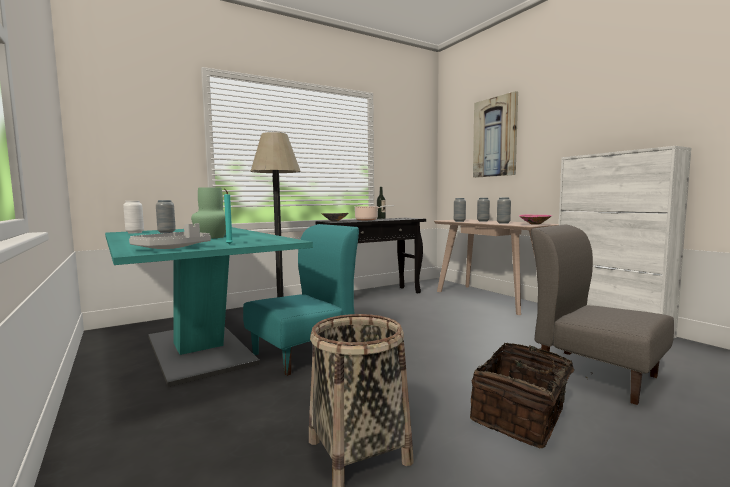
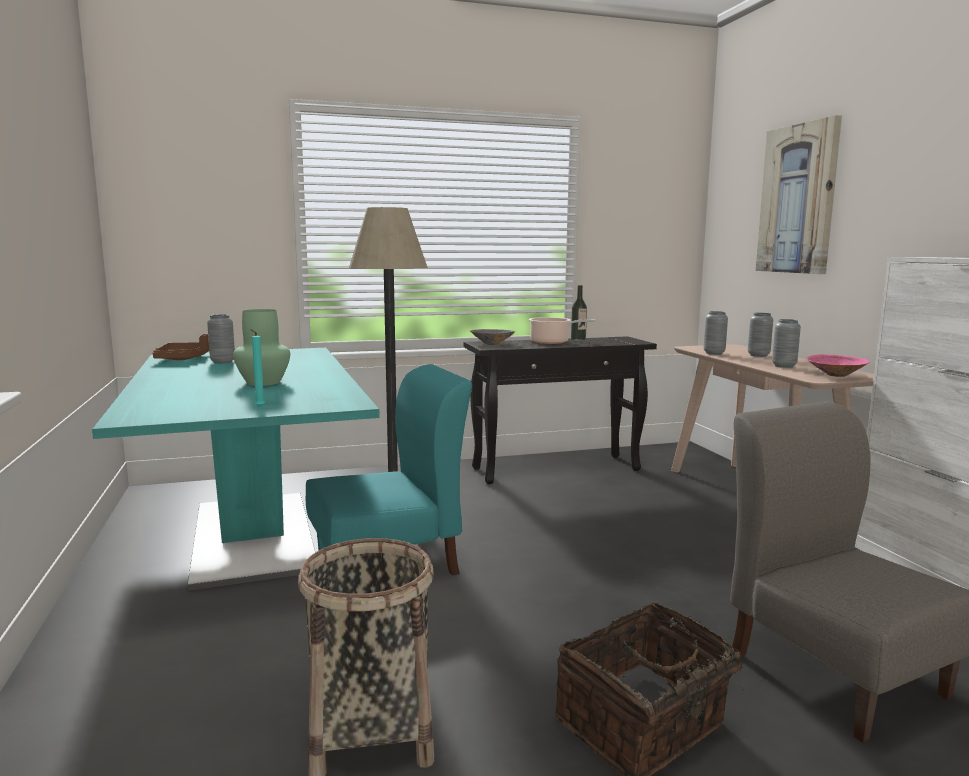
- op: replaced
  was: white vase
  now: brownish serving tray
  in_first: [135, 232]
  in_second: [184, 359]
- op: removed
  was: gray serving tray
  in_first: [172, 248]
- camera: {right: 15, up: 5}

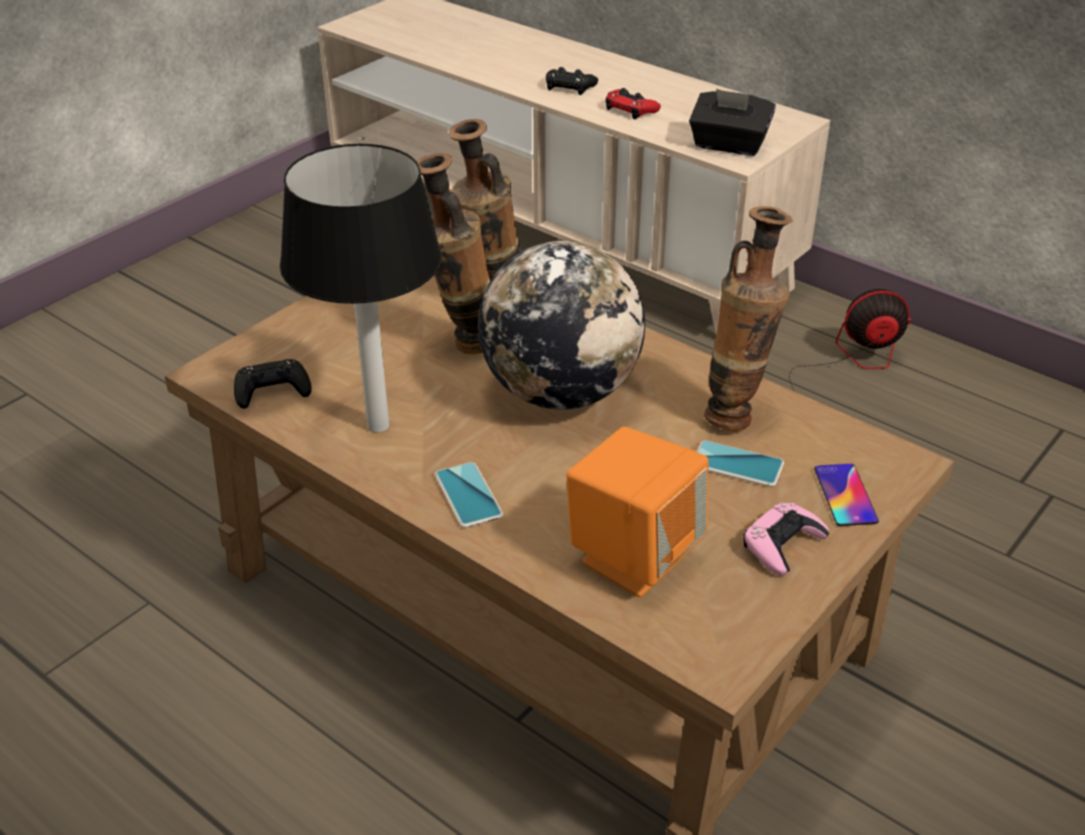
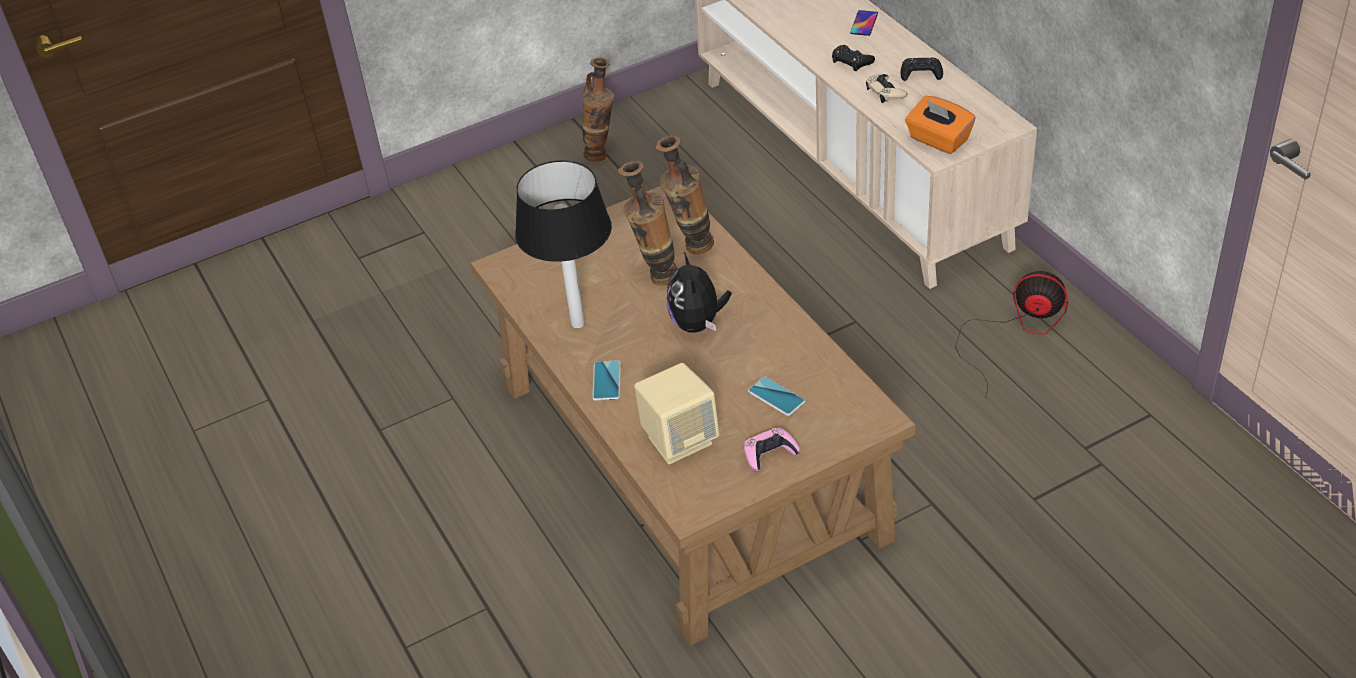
- op: recoloured
  was: red game controller
  now: sand-coloured game controller
  in_first: [631, 109]
  in_second: [885, 92]
- op: recoloured
  was: black tissue box
  now: orange tissue box
  in_first: [728, 145]
  in_second: [938, 140]
- op: moved
  was: vase
  in_first: [736, 413]
  in_second: [602, 154]
- op: replaced
  was: world globe
  now: plush toy
  in_first: [560, 392]
  in_second: [698, 324]
- op: moved
  was: black game controller
  in_first: [272, 391]
  in_second: [921, 73]
- op: recoloured
  was: orange audio speaker
  now: sand-coloured audio speaker
  in_first: [634, 556]
  in_second: [679, 440]
- op: moved
  was: telephone
  in_first: [845, 495]
  in_second: [864, 23]
- camera: {right: 25, up: 5}

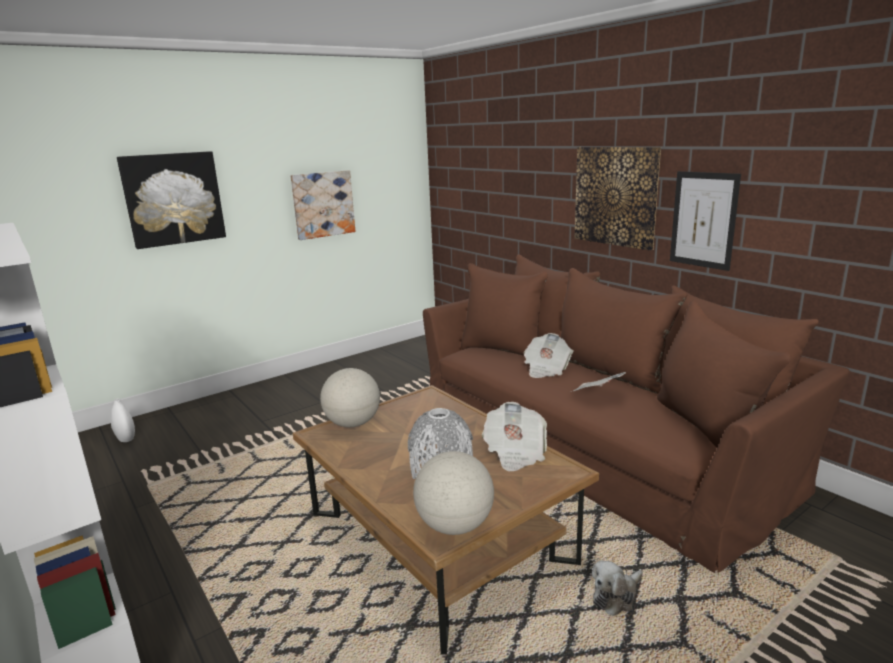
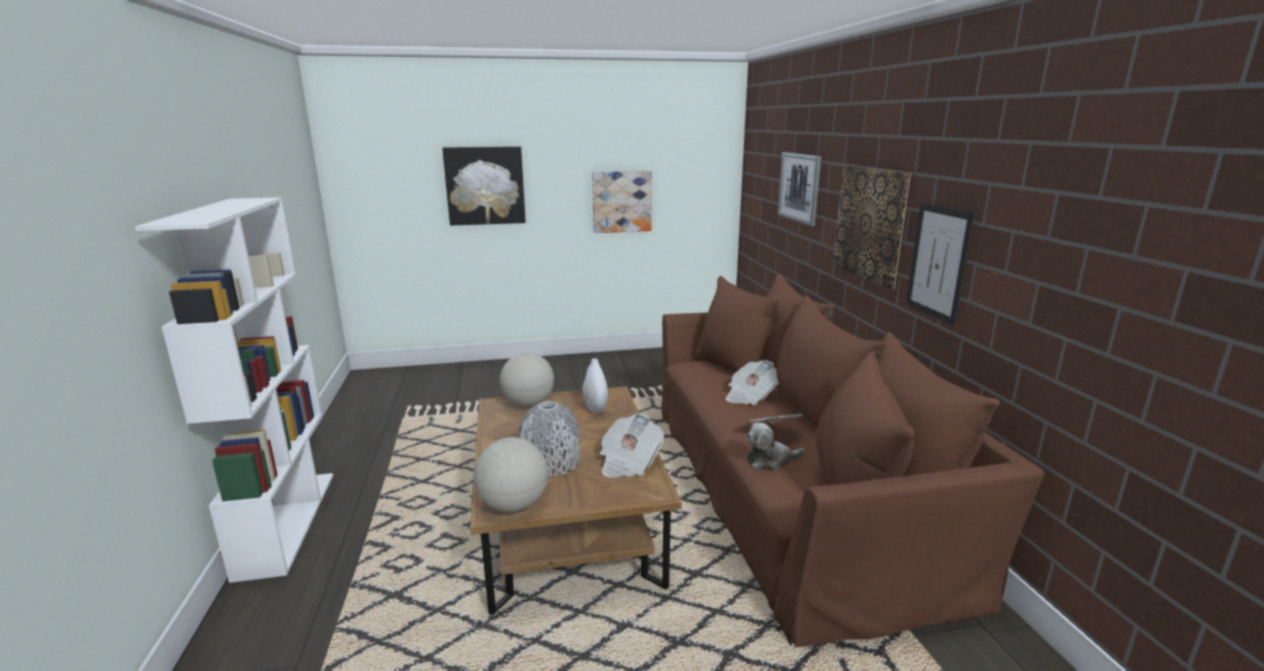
- op: moved
  was: white vase
  in_first: [125, 438]
  in_second: [595, 408]
- op: moved
  was: plush toy
  in_first: [616, 597]
  in_second: [770, 460]
- op: added
  now: wall picture
  in_second: [799, 187]
- camera: {right: 25, up: 0}

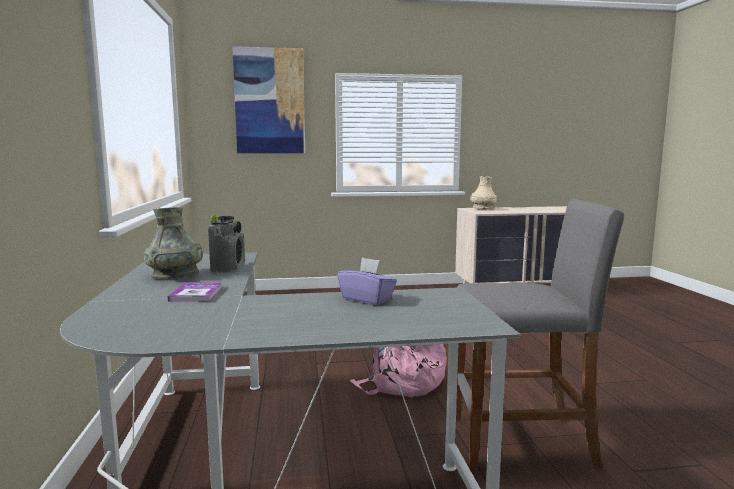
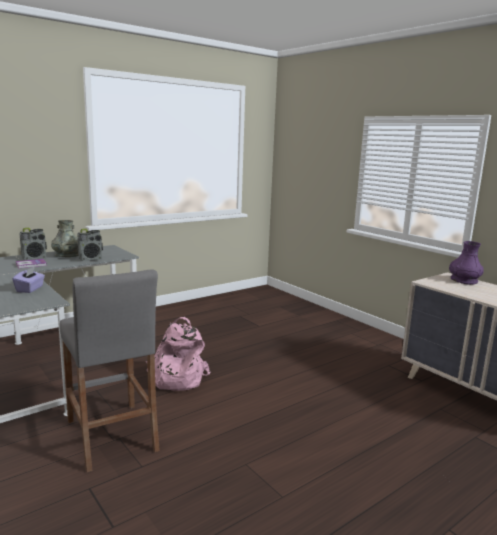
- op: removed
  was: wall picture
  in_first: [270, 101]
- op: recoloured
  was: sand-coloured vase
  now: purplish vase
  in_first: [483, 208]
  in_second: [464, 280]
- op: added
  now: radio set
  in_second: [34, 258]
- camera: {right: 60, up: 5}

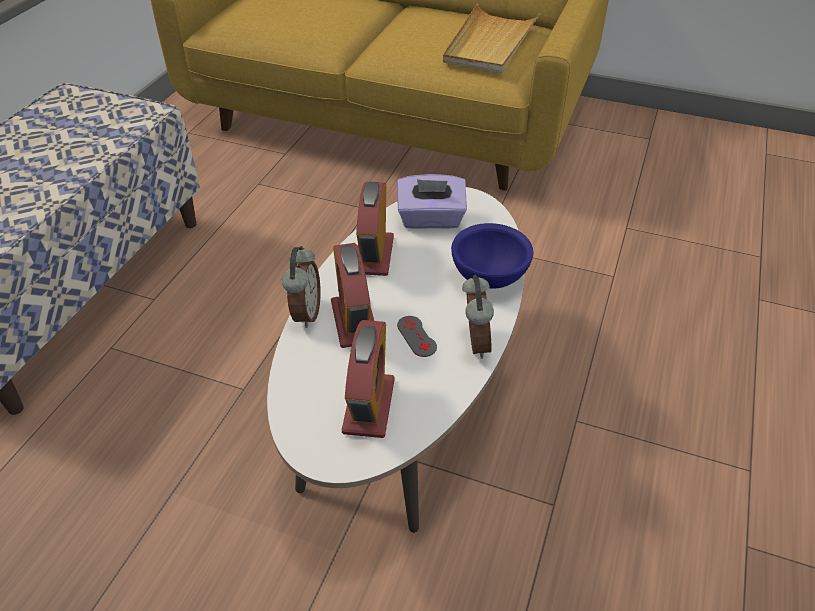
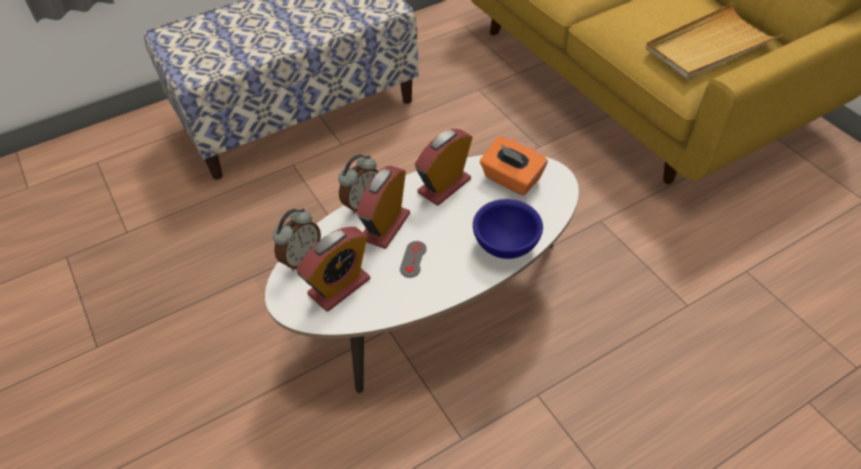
- op: recoloured
  was: purplish tissue box
  now: orange tissue box
  in_first: [431, 219]
  in_second: [511, 179]
- op: moved
  was: bedside clock
  in_first: [474, 343]
  in_second: [301, 258]
- camera: {right: 40, up: 5}

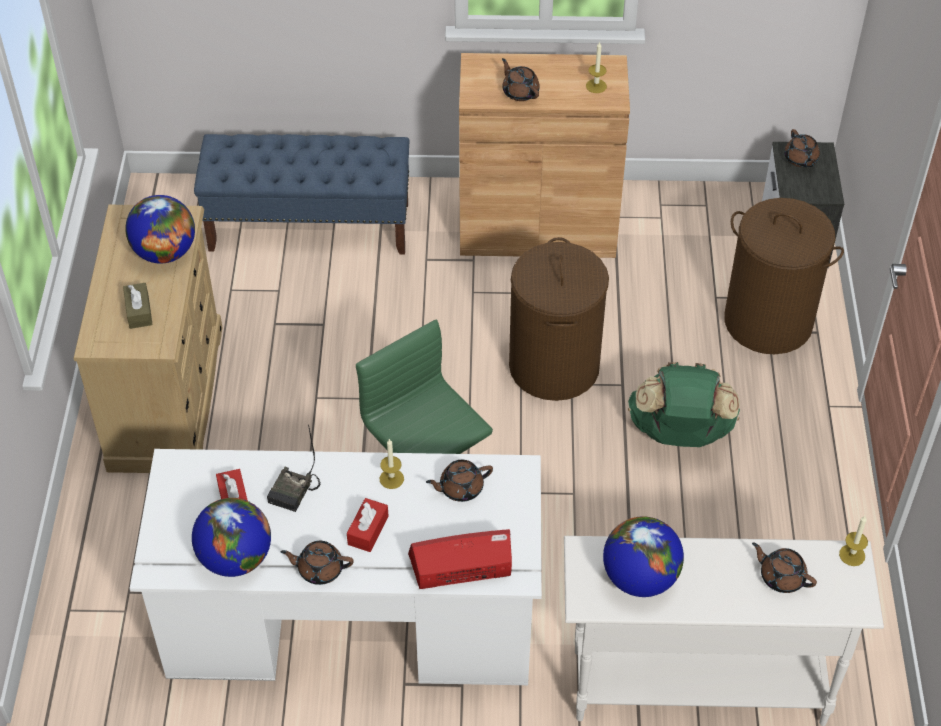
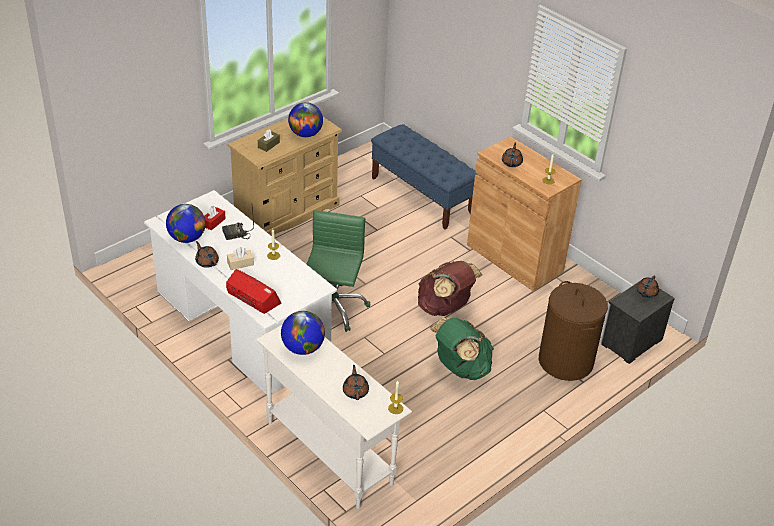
- op: replaced
  was: brownish laundry basket
  now: brownish knapsack
  in_first: [554, 367]
  in_second: [445, 308]
- op: removed
  was: brownish pot for tea
  in_first: [460, 488]
- op: recoloured
  was: red tissue box
  now: sand-coloured tissue box
  in_first: [368, 530]
  in_second: [240, 263]
- camera: {right: 45, up: -10}

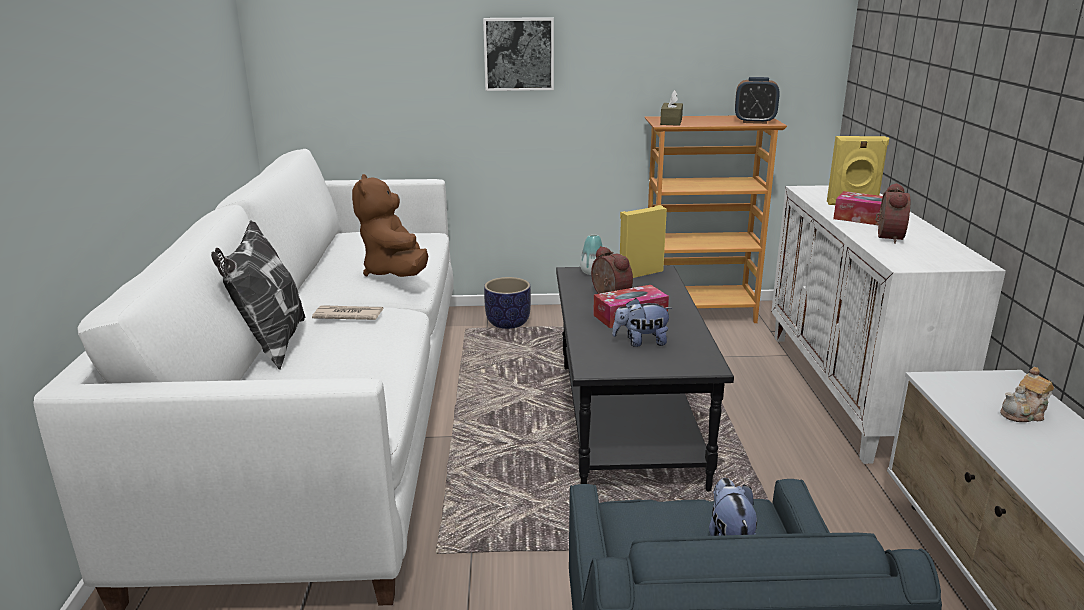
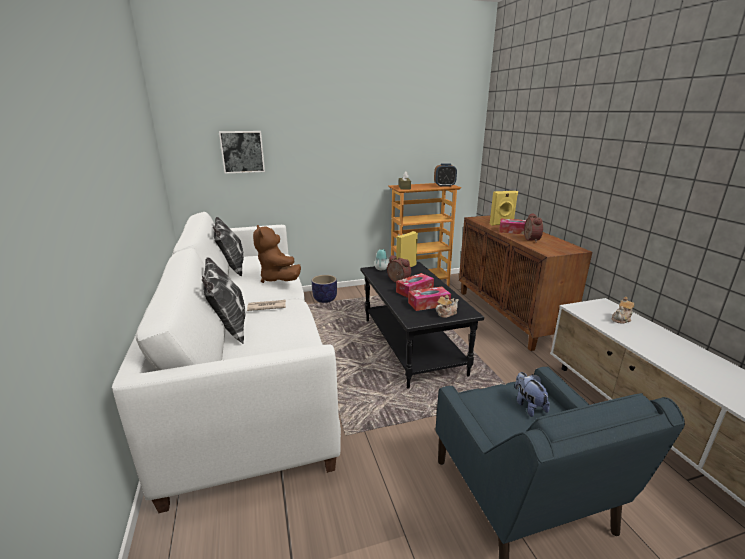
- op: moved
  was: wall picture
  in_first: [519, 54]
  in_second: [242, 151]
- op: recoloured
  was: white cupboard
  now: brownish cupboard
  in_first: [852, 391]
  in_second: [508, 315]
- op: replaced
  was: plush toy
  now: tissue box
  in_first: [641, 342]
  in_second: [429, 304]
- op: added
  now: cushion
  in_second: [231, 269]
- op: added
  now: pot for tea
  in_second: [446, 313]
- camera: {right: -15, up: 0}

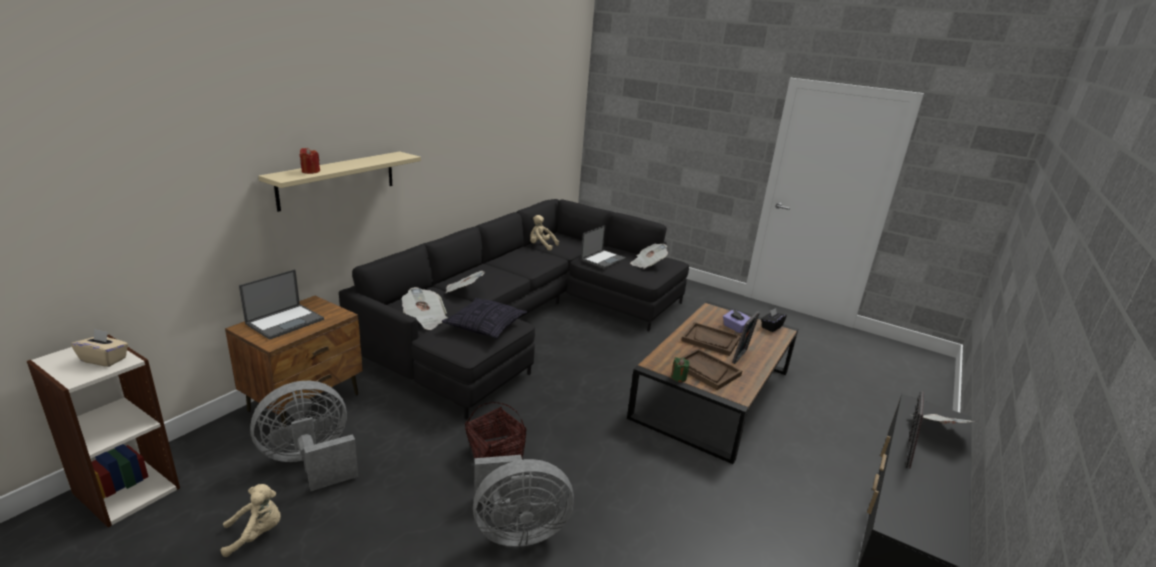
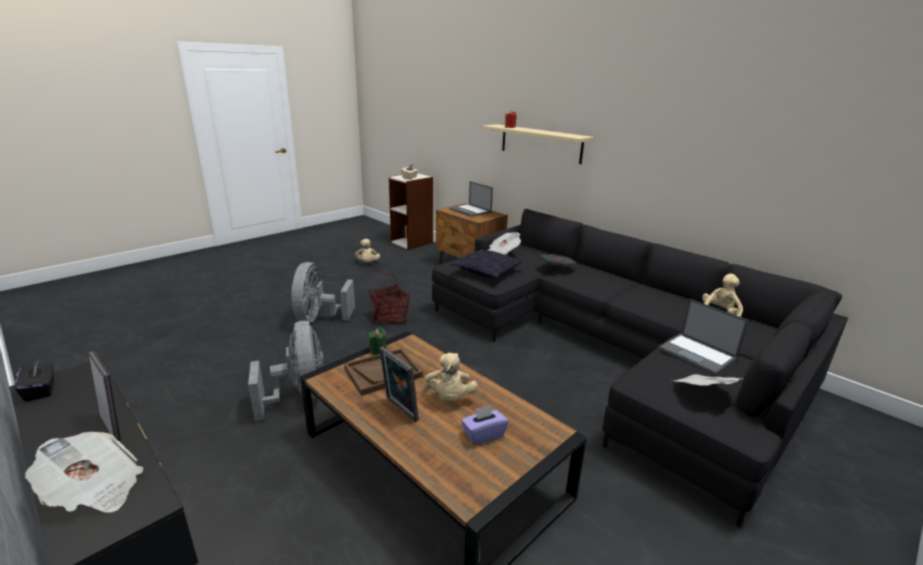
- op: moved
  was: black tissue box
  in_first: [771, 327]
  in_second: [41, 390]
- op: replaced
  was: brownish serving tray
  now: sand-coloured plush toy
  in_first: [711, 340]
  in_second: [450, 397]
- op: moved
  was: gray electric fan
  in_first: [310, 462]
  in_second: [299, 395]
- camera: {right: 105, up: 0}

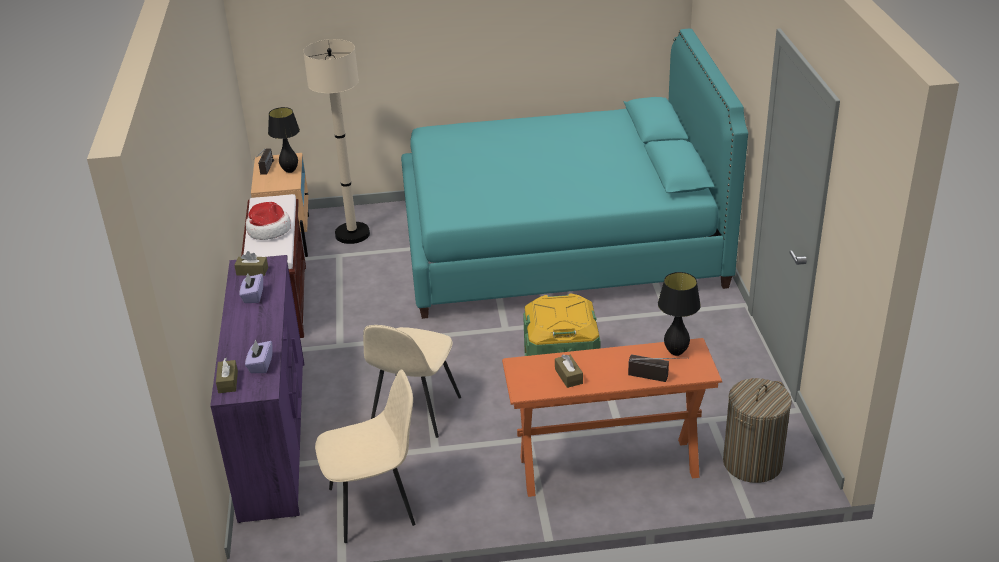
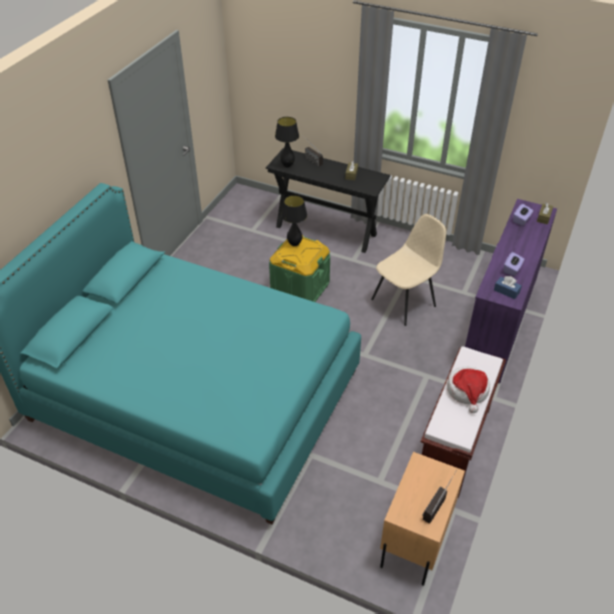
- op: removed
  was: sand-coloured standard lamp
  in_first: [352, 234]
- op: moved
  was: black lamp for a table
  in_first: [289, 171]
  in_second: [294, 244]
- op: recoloured
  was: brownish tissue box
  now: bluish tissue box
  in_first: [252, 271]
  in_second: [506, 291]
- op: recoloured
  was: orange narrow table
  now: black narrow table
  in_first: [608, 467]
  in_second: [326, 230]
- op: removed
  was: sand-coloured plain chair
  in_first: [374, 506]
- op: removed
  was: laundry basket
  in_first: [752, 463]
- camera: {right: -150, up: 10}

